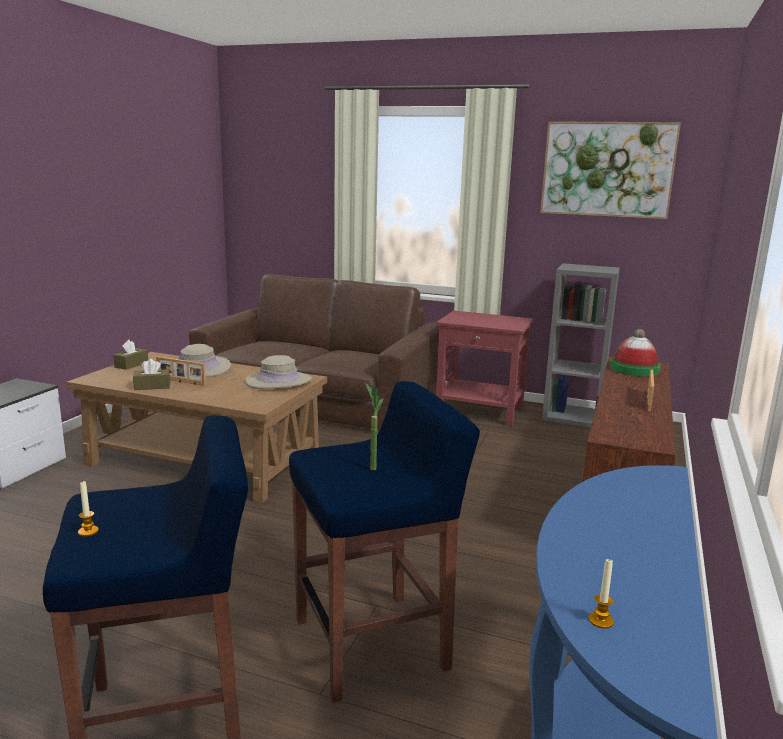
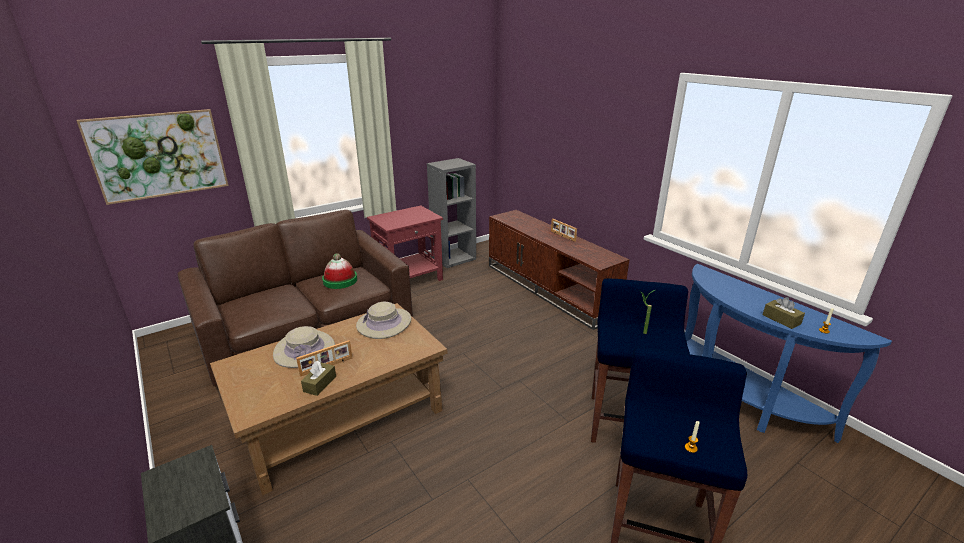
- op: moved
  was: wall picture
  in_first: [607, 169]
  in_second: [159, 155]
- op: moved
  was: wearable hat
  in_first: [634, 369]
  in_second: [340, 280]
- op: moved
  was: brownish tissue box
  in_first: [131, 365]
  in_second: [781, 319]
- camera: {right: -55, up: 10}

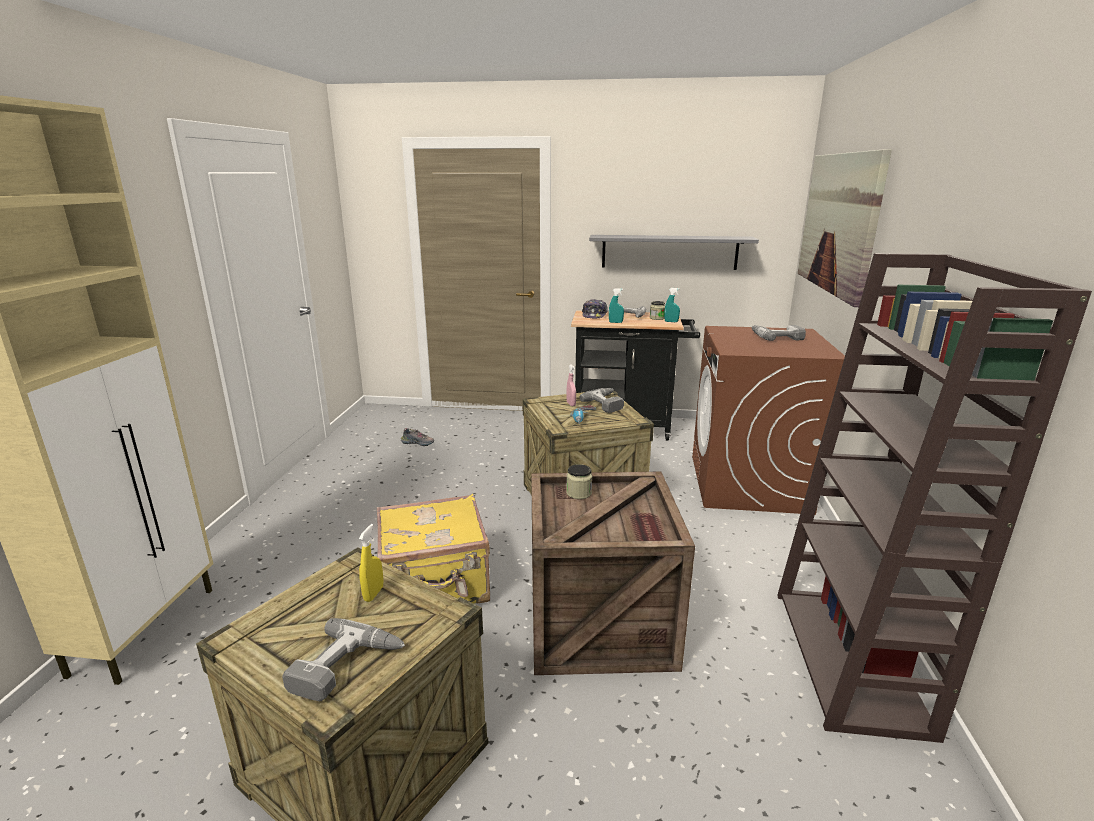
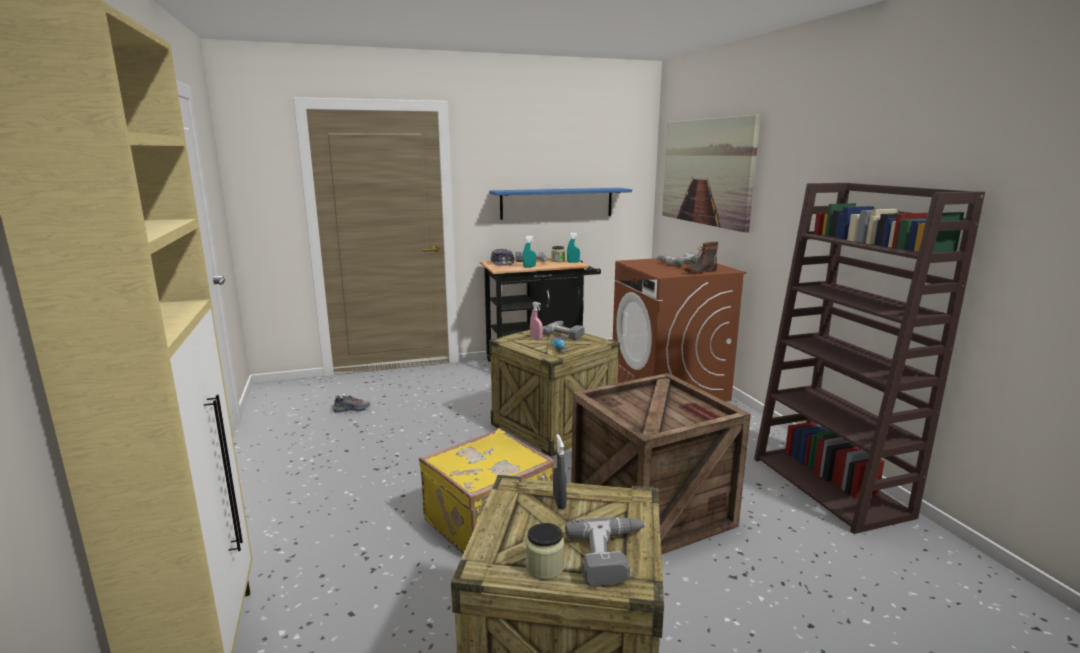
- op: recoloured
  was: gray bracket shelf
  now: bluish bracket shelf
  in_first: [669, 252]
  in_second: [557, 203]
- op: moved
  was: preserve jar
  in_first: [579, 493]
  in_second: [544, 567]
- op: recoloured
  was: yellowish sprayer
  now: gray sprayer
  in_first: [373, 593]
  in_second: [559, 502]
- op: added
  now: tall boot
  in_second: [700, 272]
- camera: {right: -25, up: -5}

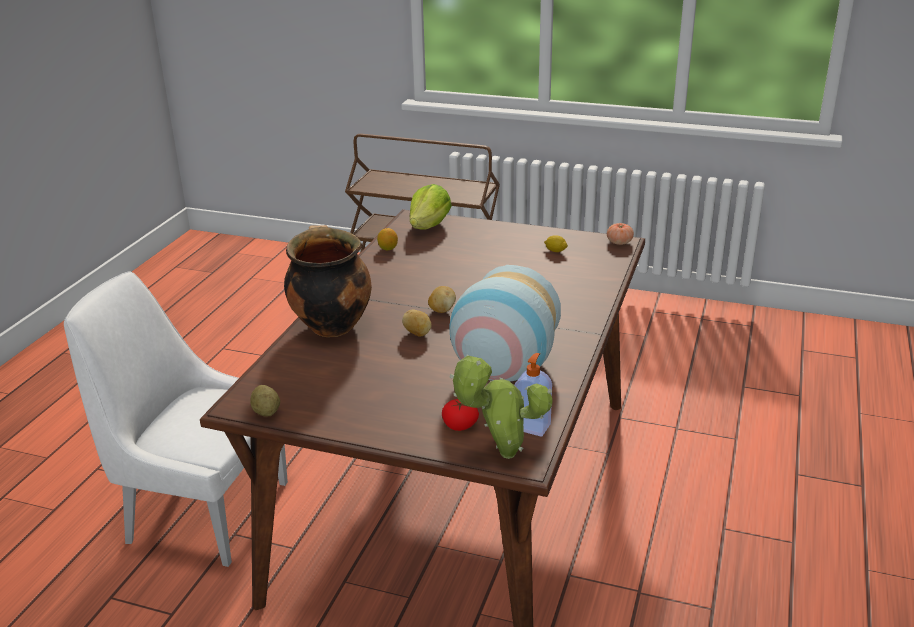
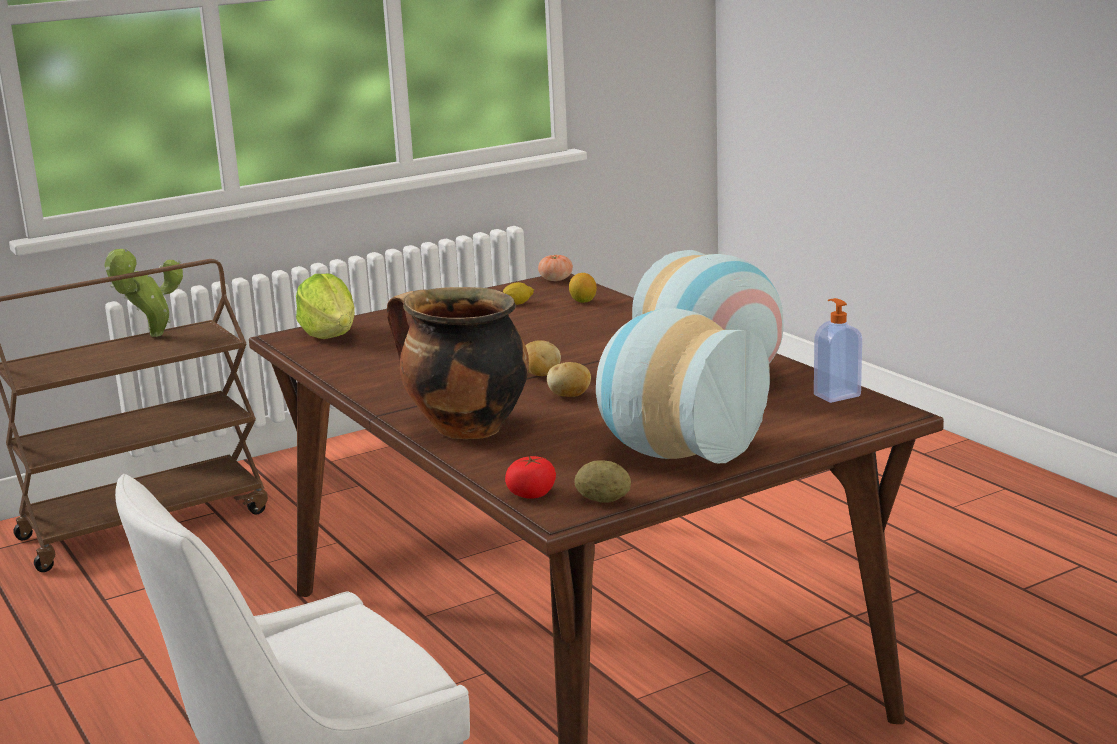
- op: moved
  was: lemon
  in_first: [387, 248]
  in_second: [583, 301]
- op: moved
  was: plant in a pot
  in_first: [502, 455]
  in_second: [152, 336]
- op: moved
  was: whole tomato
  in_first: [460, 425]
  in_second: [531, 493]
- op: added
  now: vase
  in_second: [674, 452]
- camera: {right: -50, up: -10}

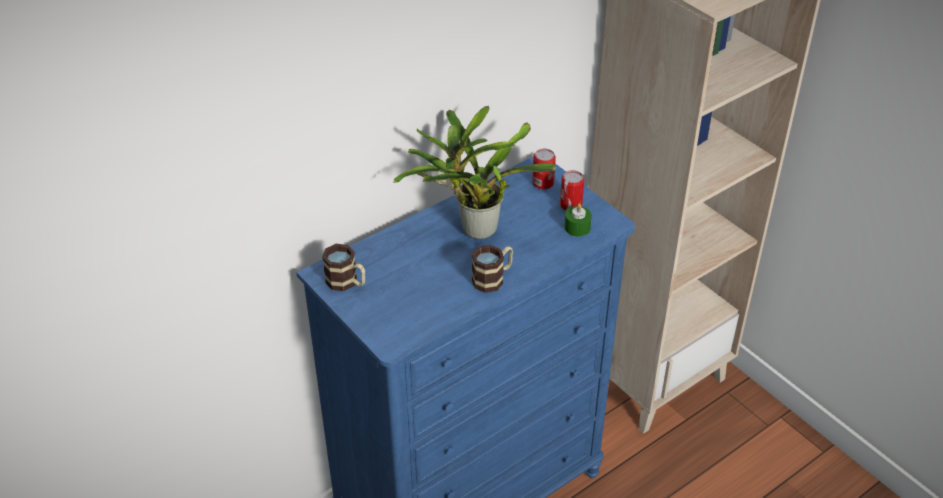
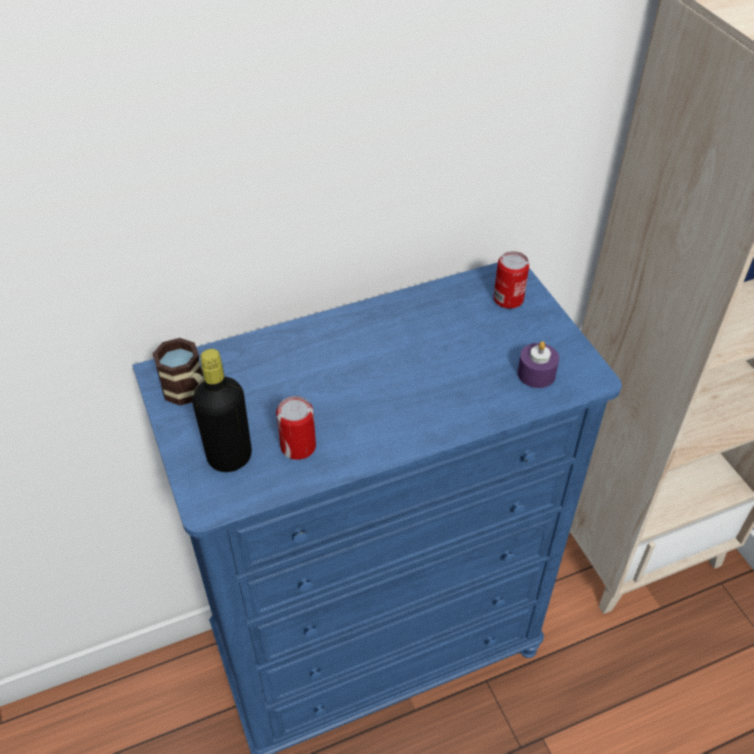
- op: removed
  was: plant in a pot
  in_first: [473, 229]
- op: moved
  was: metal can
  in_first: [570, 205]
  in_second: [298, 446]
- op: recoloured
  was: greenish wax candle
  now: purplish wax candle
  in_first: [577, 227]
  in_second: [536, 374]
- op: removed
  was: coffee mug
  in_first: [493, 278]
- op: added
  now: black beverage bottle
  in_second: [230, 457]
- camera: {right: 15, up: 5}

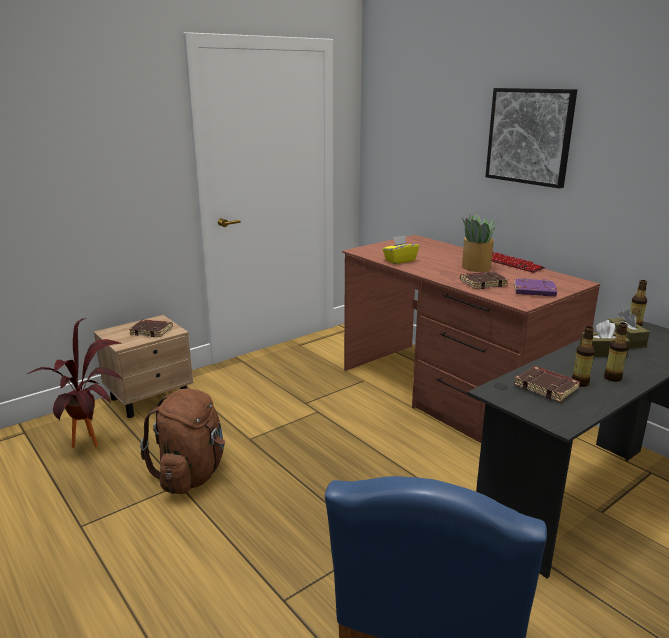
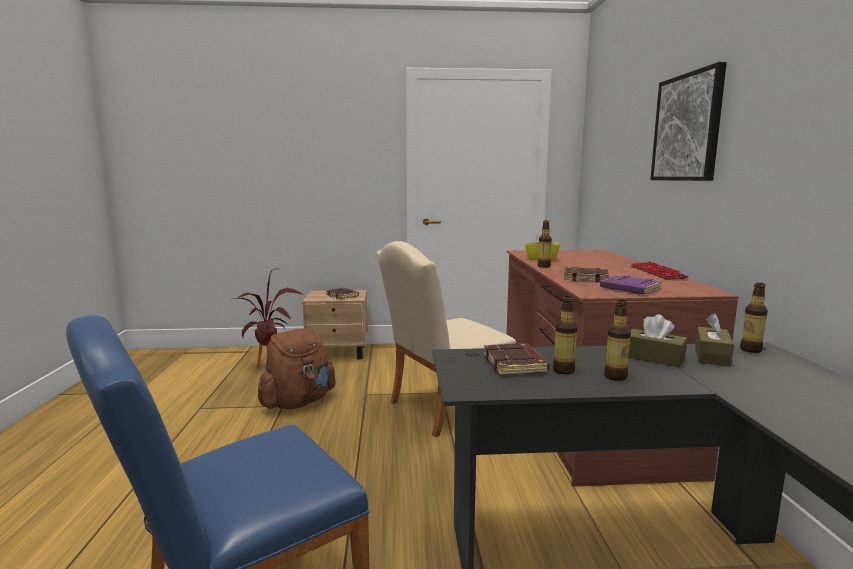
- op: removed
  was: plant in a pot
  in_first: [476, 267]
- op: added
  now: beverage bottle
  in_second: [544, 266]
- op: added
  now: sand-coloured plain chair
  in_second: [443, 409]
- camera: {right: 35, up: -10}

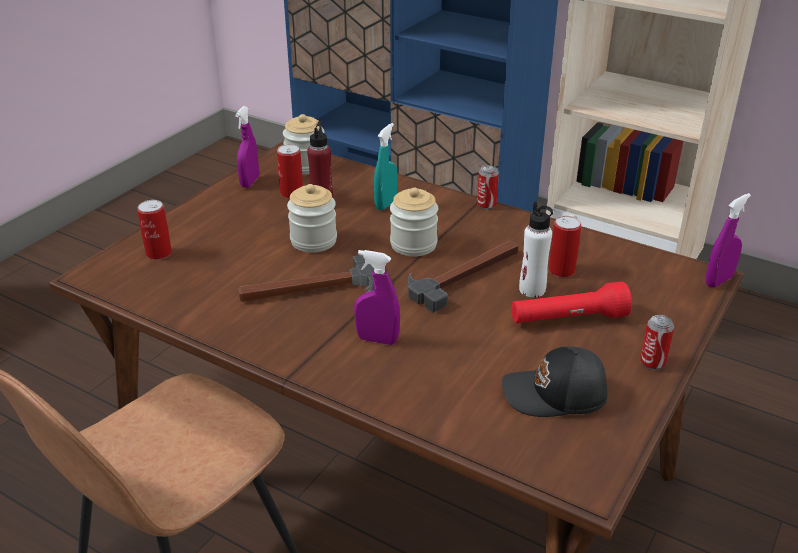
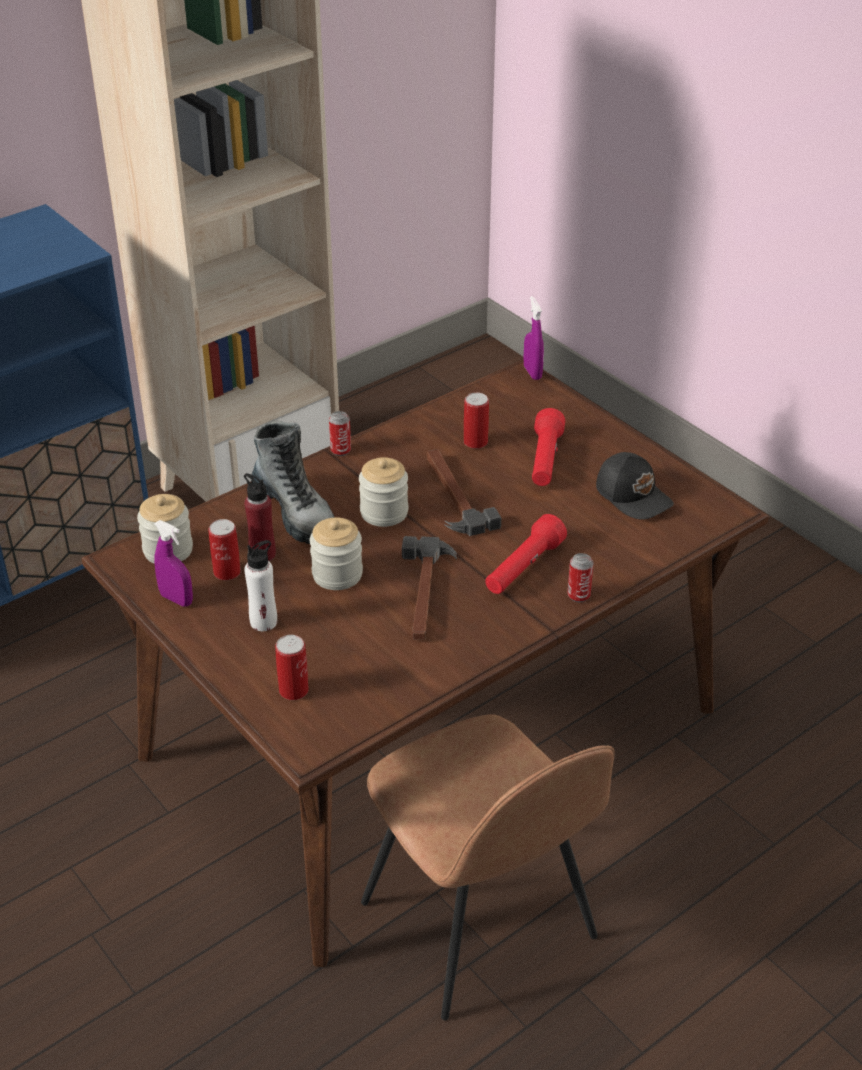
- op: replaced
  was: turquoise sprayer
  now: tall boot
  in_first: [386, 204]
  in_second: [295, 512]
- op: moved
  was: white beverage bottle
  in_first: [532, 290]
  in_second: [264, 622]
- op: replaced
  was: purplish sprayer
  now: red torch
  in_first: [377, 340]
  in_second: [523, 568]
- op: moved
  was: metal can
  in_first: [652, 363]
  in_second: [578, 595]
- op: turned
  was: black baseball cap
  in_first: [555, 395]
  in_second: [634, 495]
  clockwise: -60
- camera: {right: -70, up: 5}

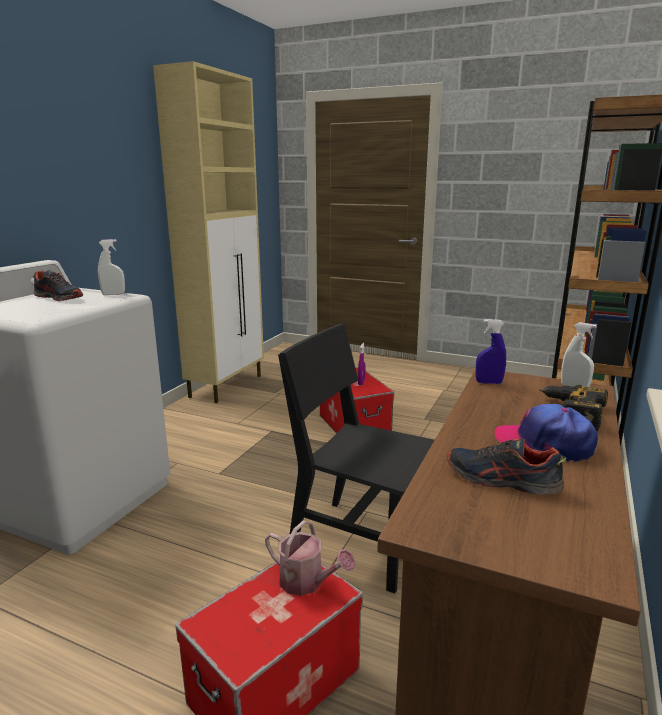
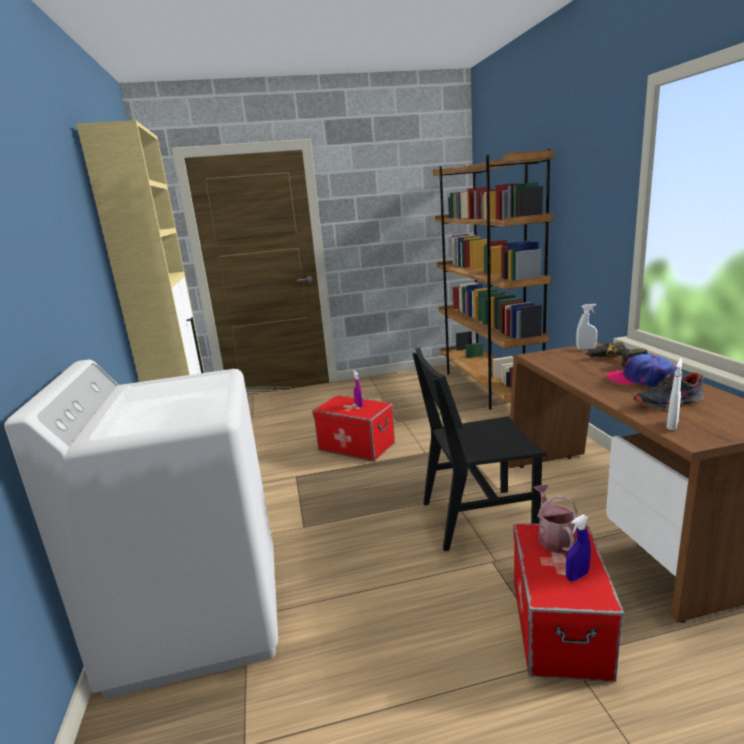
- op: moved
  was: white sprayer
  in_first: [113, 294]
  in_second: [672, 425]
- op: removed
  was: item of footwear
  in_first: [59, 298]
- op: moved
  was: bluish sprayer
  in_first: [488, 382]
  in_second: [577, 576]
- op: turned
  was: baseball cap
  in_first: [544, 443]
  in_second: [641, 380]
  clockwise: 45
- op: turned
  was: sprinkling can
  in_first: [307, 582]
  in_second: [553, 537]
  clockwise: -90
- camera: {right: -35, up: 0}

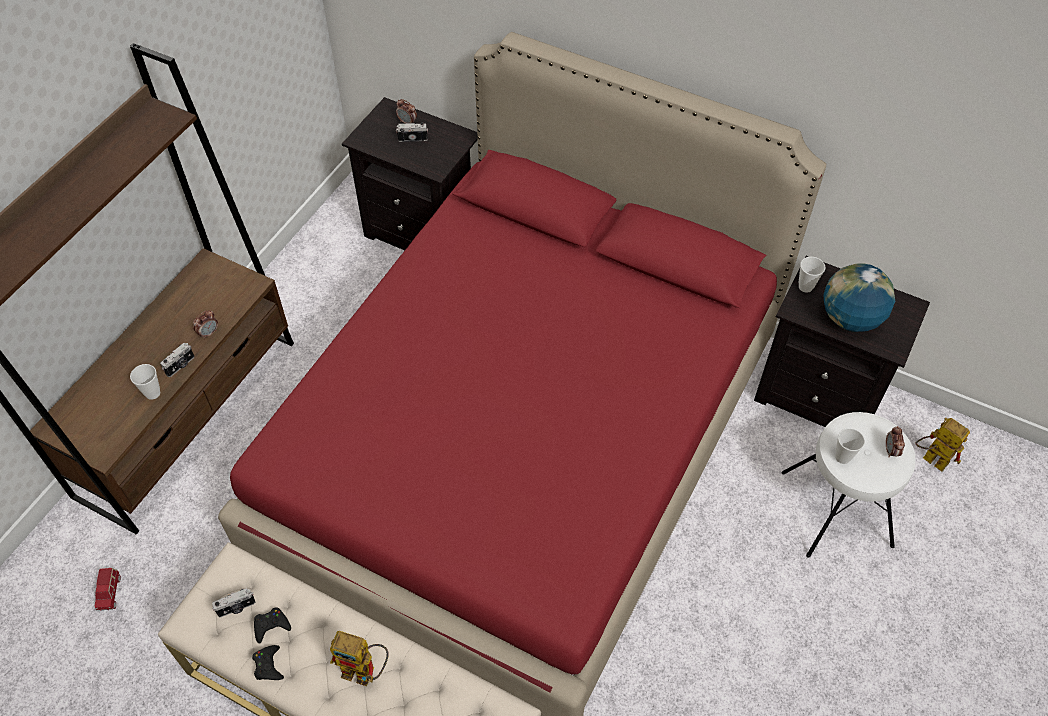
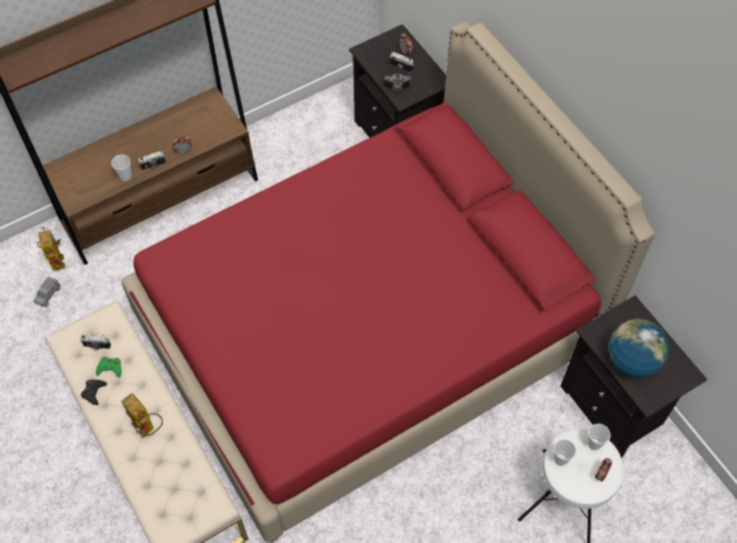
- op: moved
  was: small cup
  in_first: [805, 287]
  in_second: [594, 444]
- op: moved
  was: model robot
  in_first: [929, 458]
  in_second: [55, 259]
- op: recoloured
  was: red model car
  now: gray model car
  in_first: [109, 592]
  in_second: [48, 295]
- op: recoloured
  was: black game controller
  now: greenish game controller
  in_first: [271, 626]
  in_second: [110, 368]
- op: added
  now: photo camera
  in_second: [397, 89]
- camera: {right: 30, up: 5}

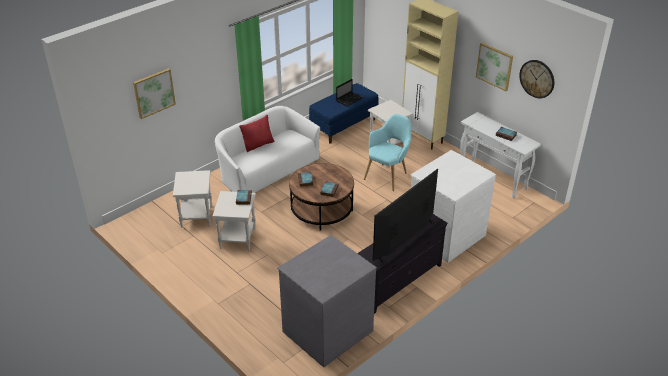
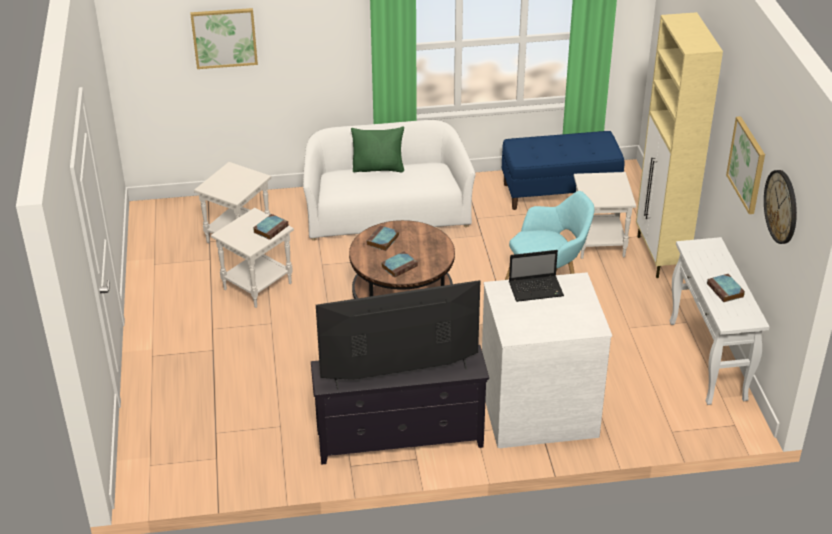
- op: moved
  was: notebook computer
  in_first: [349, 99]
  in_second: [537, 289]
- op: recoloured
  was: red cushion
  now: greenish cushion
  in_first: [258, 145]
  in_second: [378, 168]
- op: removed
  was: gray dresser
  in_first: [326, 330]
- camera: {right: 35, up: 0}

